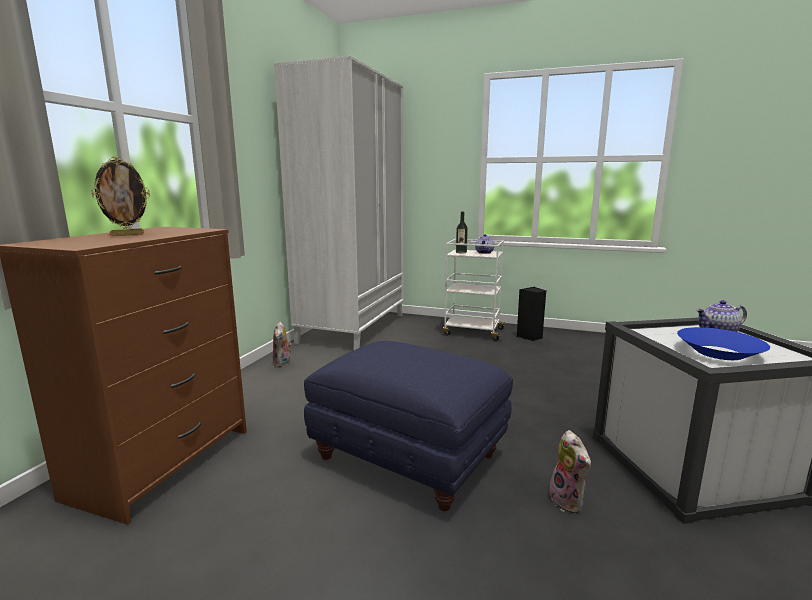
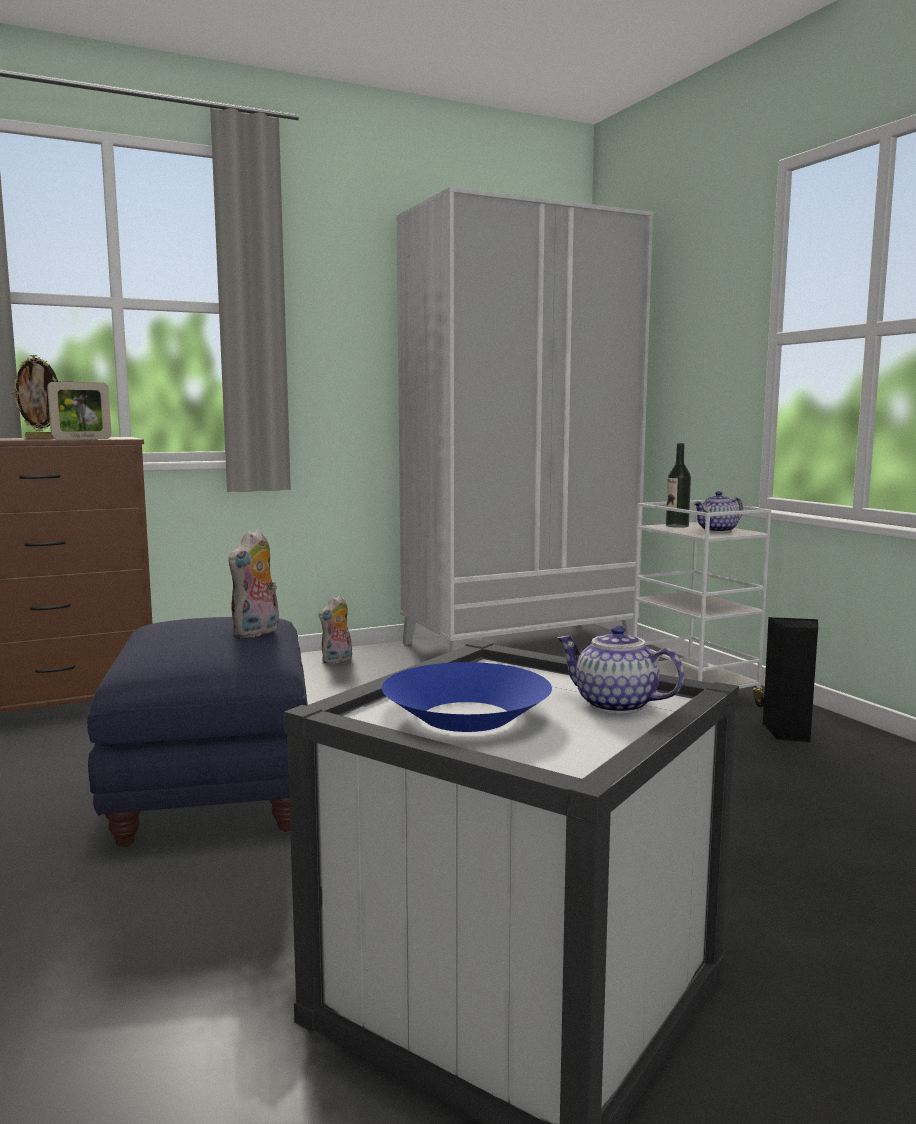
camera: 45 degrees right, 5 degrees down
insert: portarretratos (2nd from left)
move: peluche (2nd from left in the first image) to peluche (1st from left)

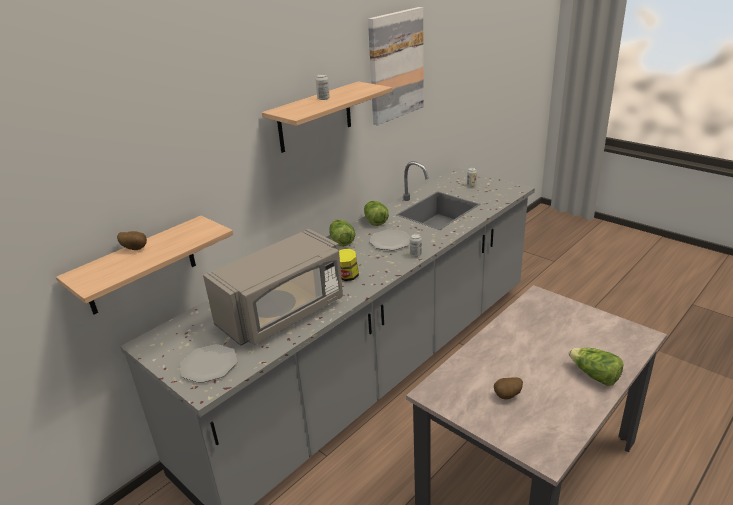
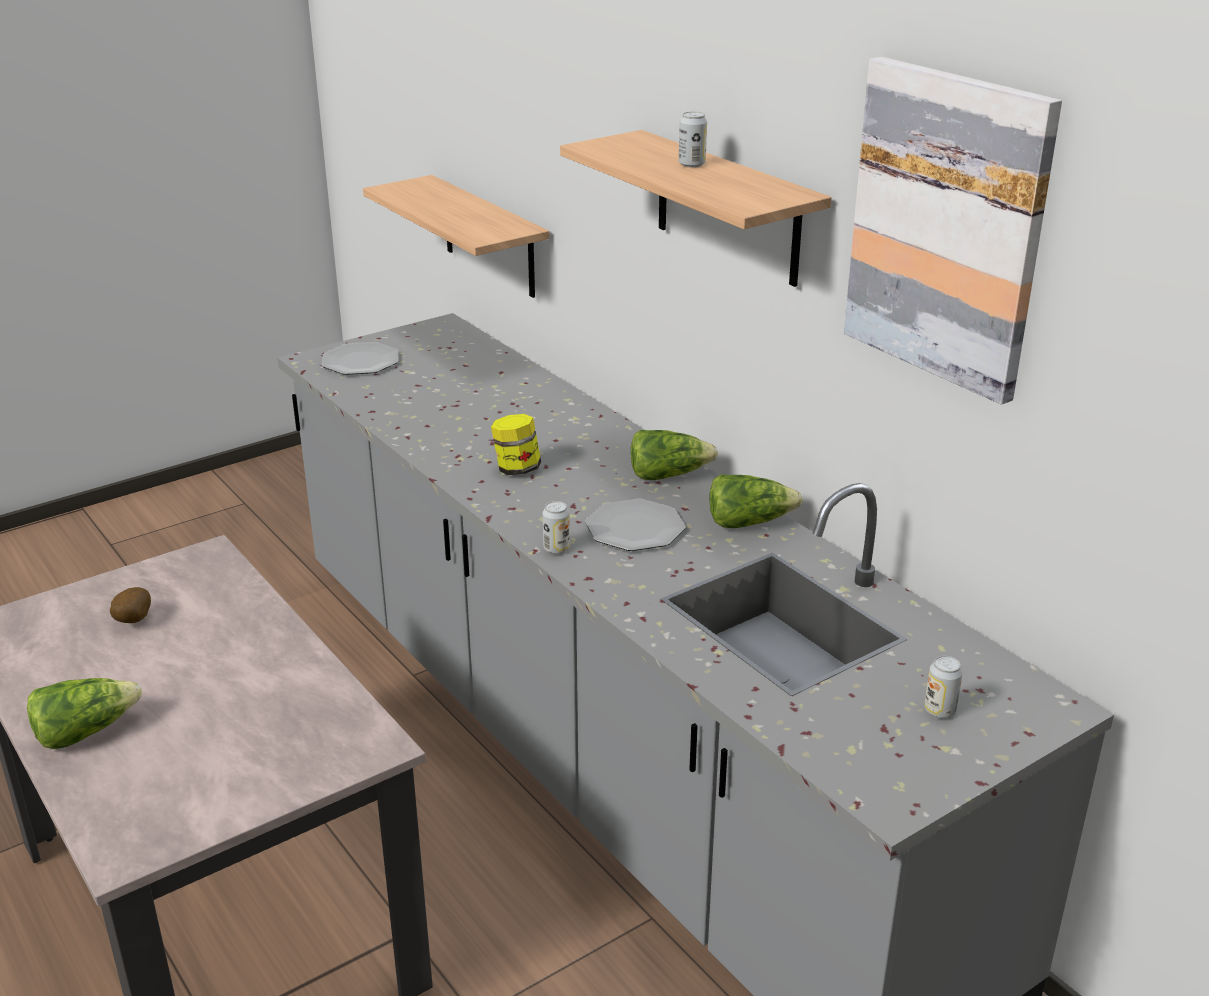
camera: 100 degrees right, 0 degrees up
delete: patata (1st from left); microondas (gris)

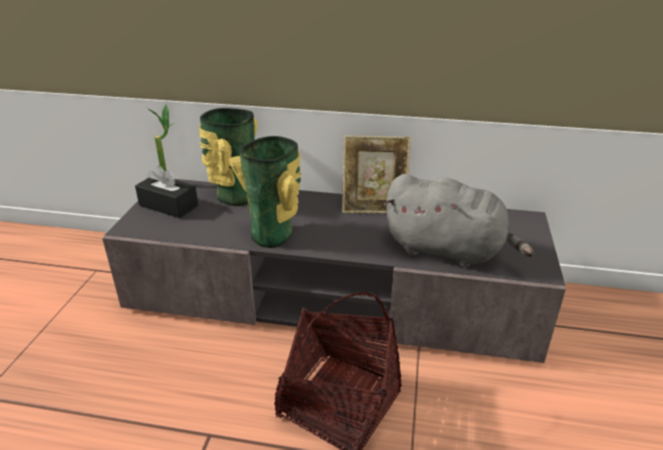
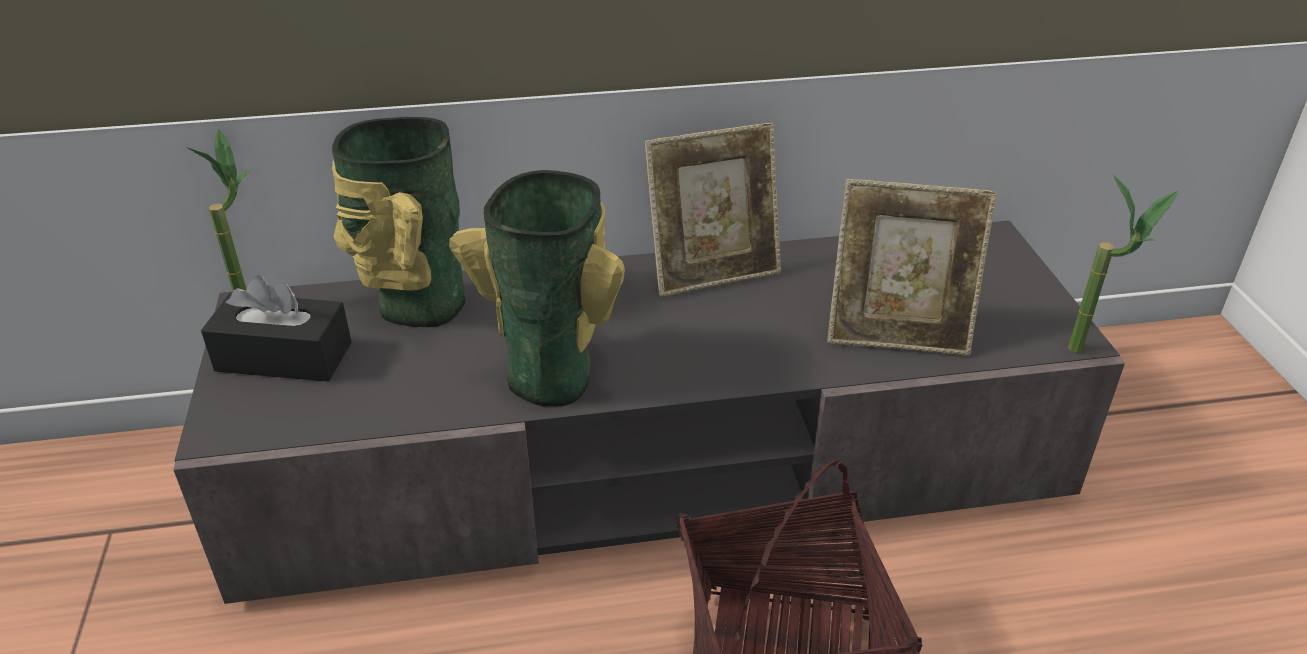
camera: 20 degrees left, 5 degrees up
insert: planta en maceta (2nd from left)
replace: peluche (gris) to portarretratos (2nd from left)

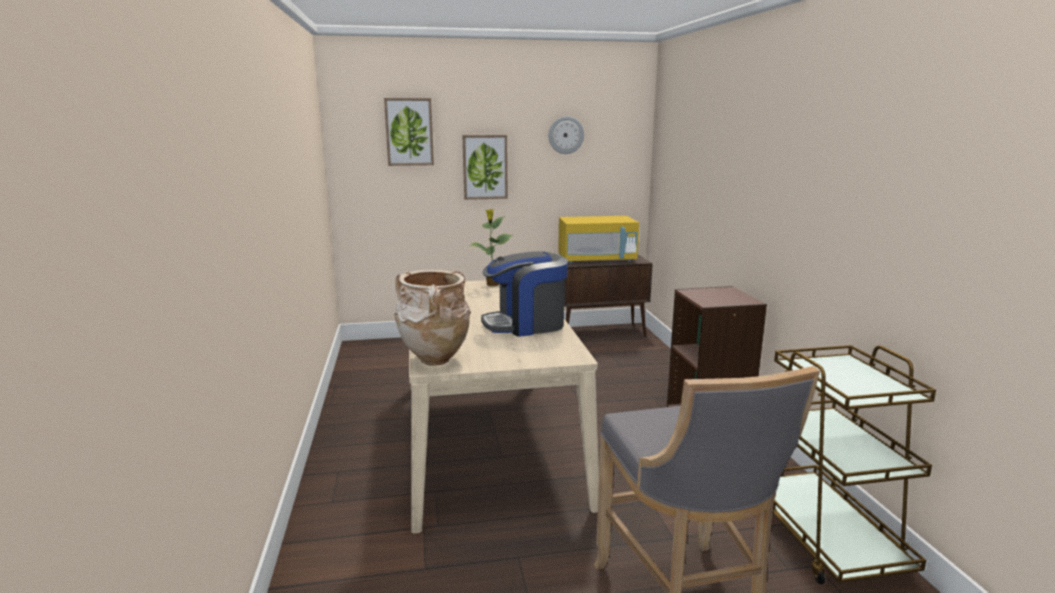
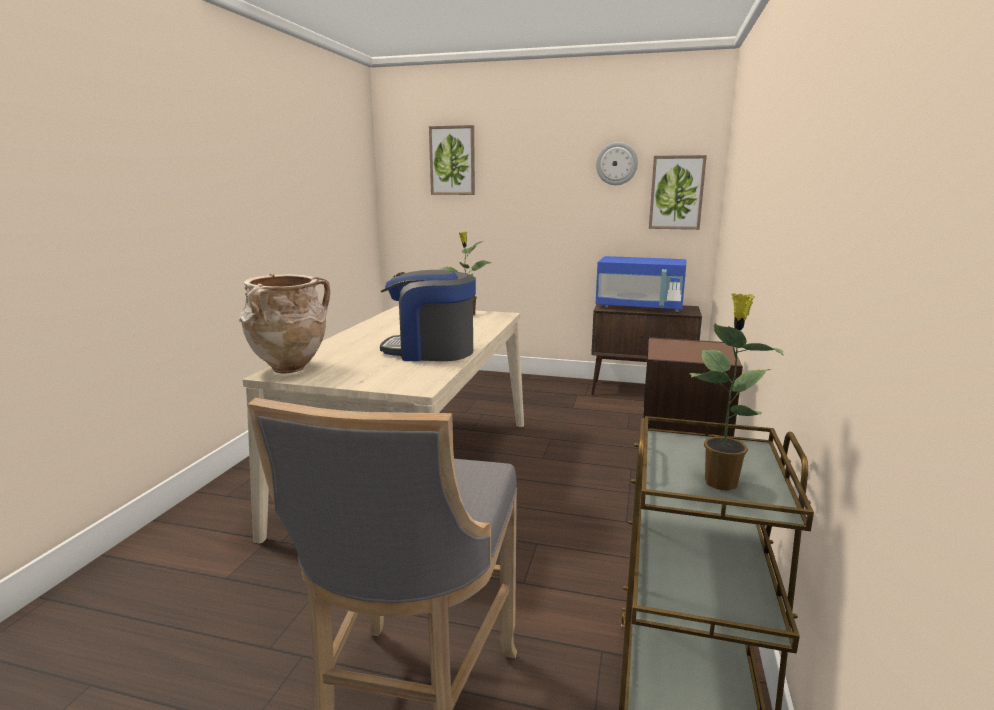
camera: 25 degrees right, 0 degrees up
insert: planta en maceta (2nd from left)
move: cuadro (2nd from left)
recolor: microondas (amarillo) to microondas (azul)

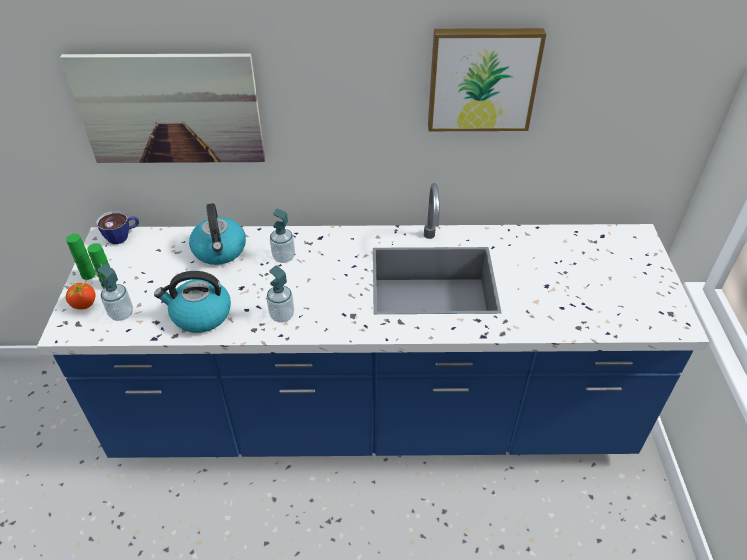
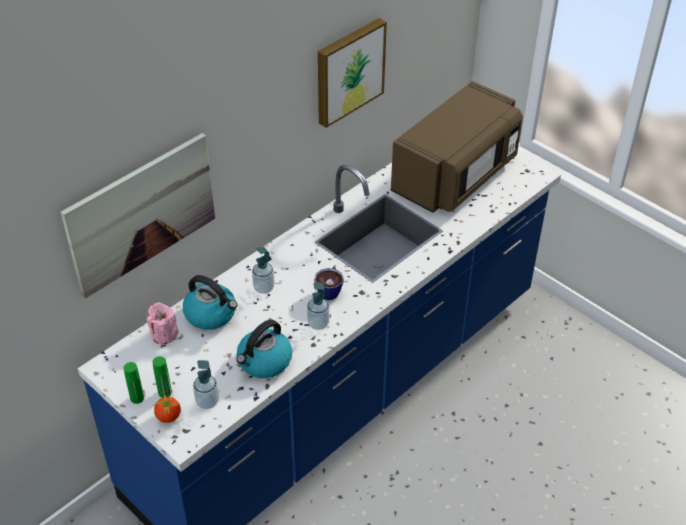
camera: 45 degrees left, 0 degrees up
insert: vela (rosa); microondas (marrón)
move: taza

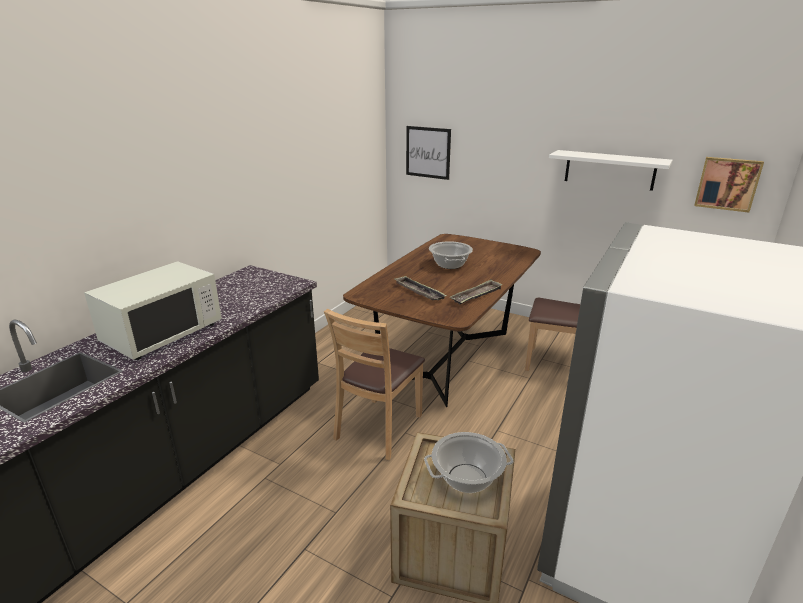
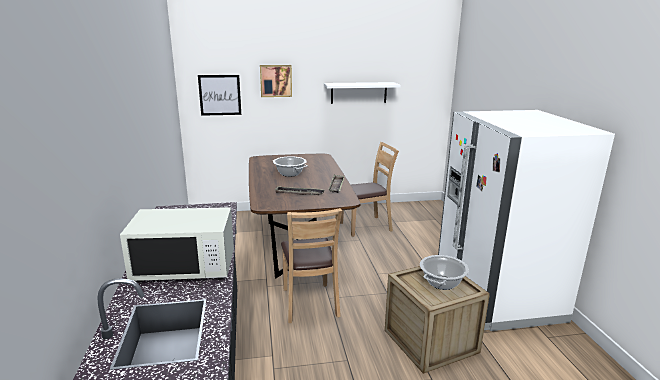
camera: 40 degrees left, 5 degrees down
move: cuadro (2nd from left)
rotate: microondas (blanco) 90 degrees clockwise

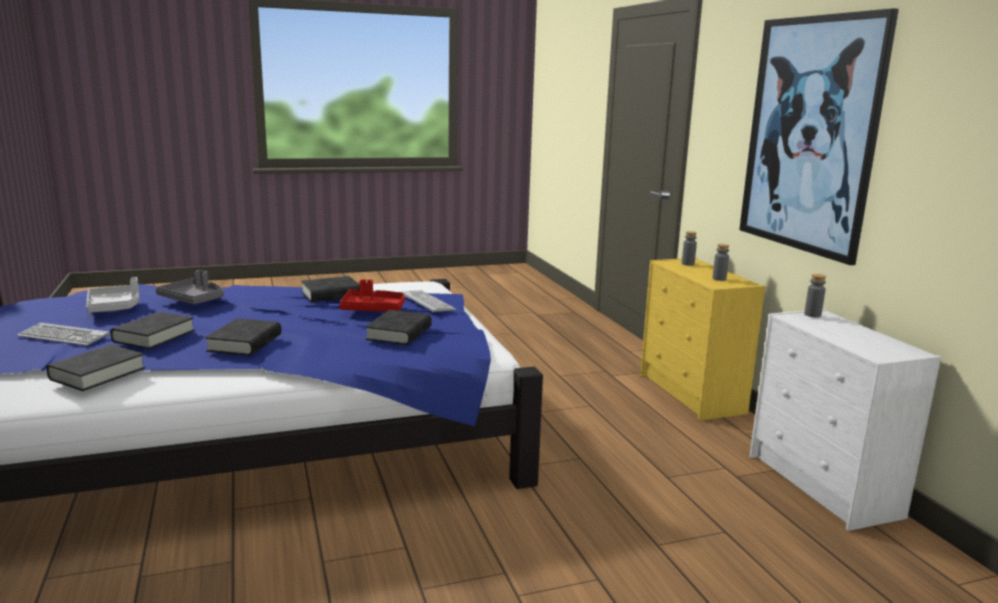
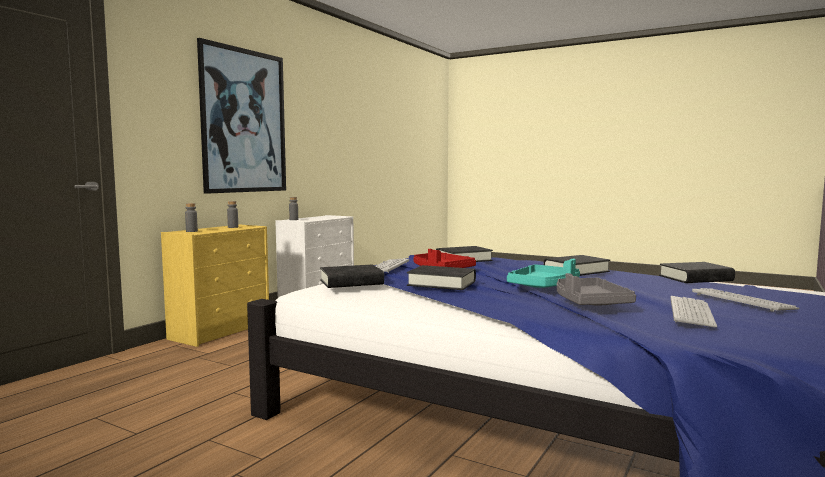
camera: 130 degrees left, 10 degrees down
insert: bandeja (turquesa)
move: libro (negro) (2nd from left in the first image) to libro (negro) (1st from left)
replace: bandeja (gris) (1st from left) to teclado (2nd from left)

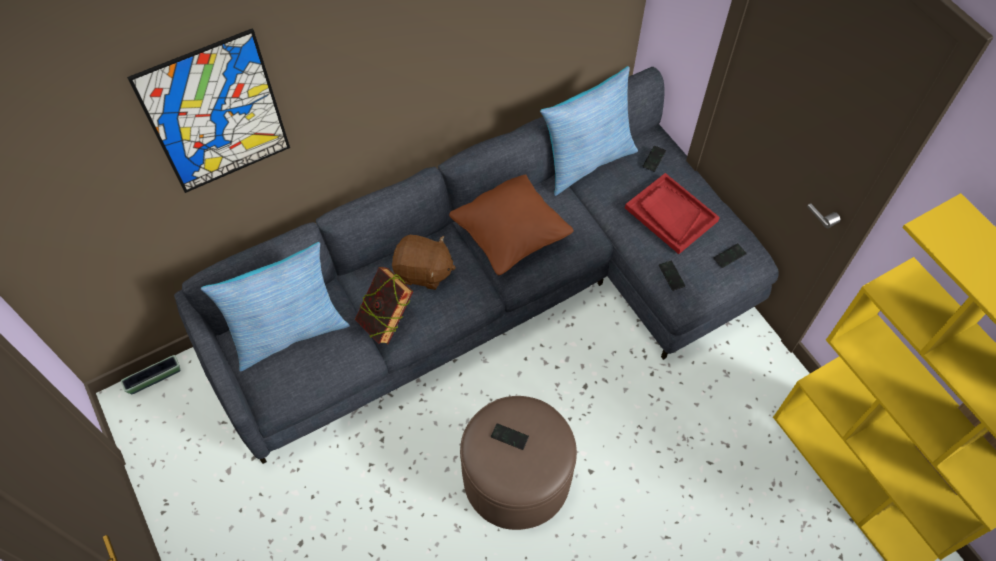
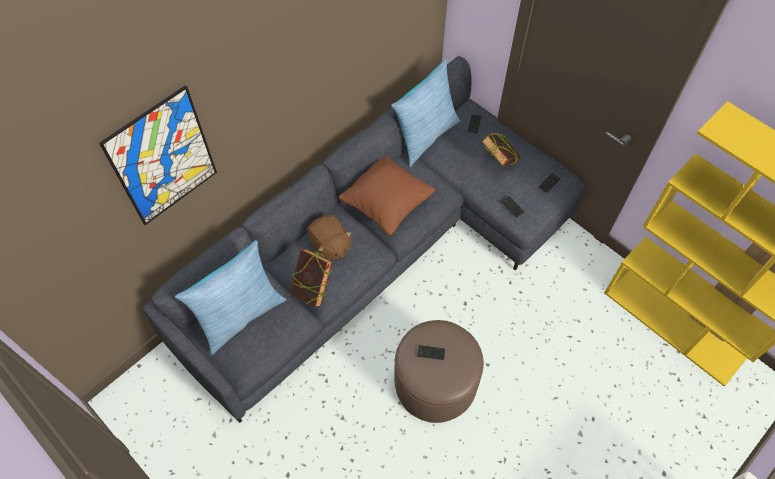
camera: 15 degrees left, 0 degrees up
delete: maceta
replace: bandeja (rojo) to libro (2nd from left)
rotate: peluche (marrón) 60 degrees clockwise

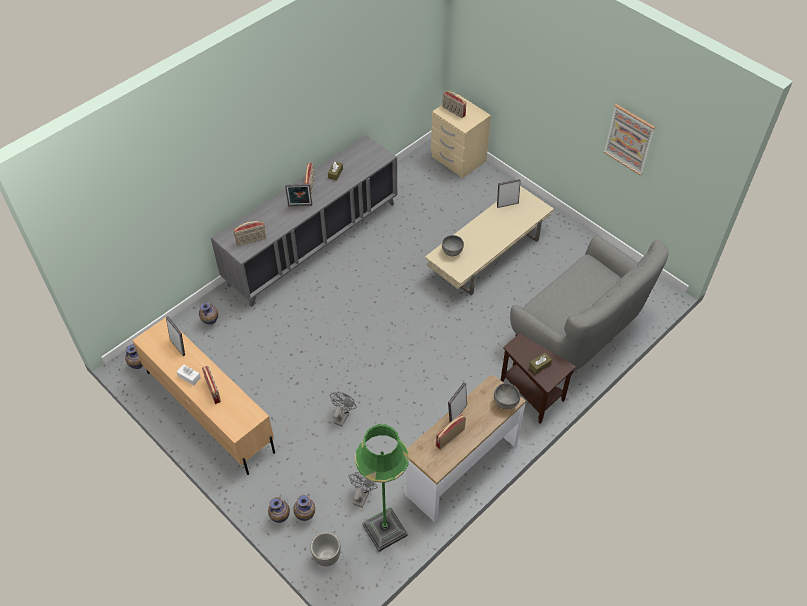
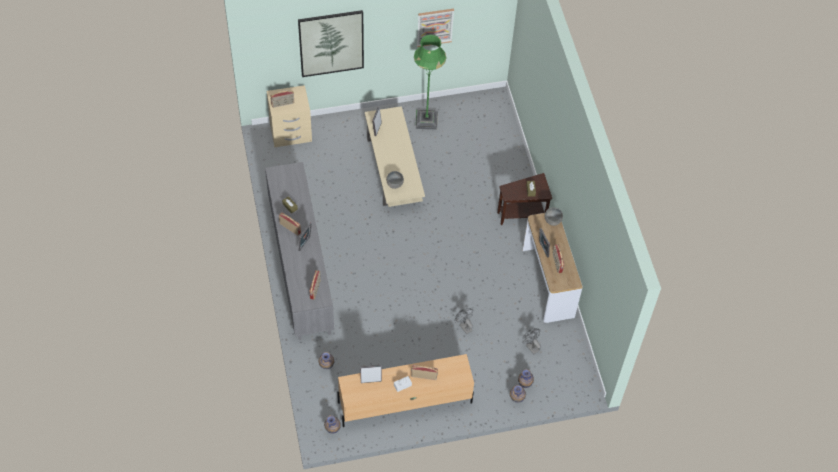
camera: 60 degrees left, 5 degrees up
delete: maceta; sofá (gris)
insert: cuadro (1st from left)
move: lámpara de pie (verde)

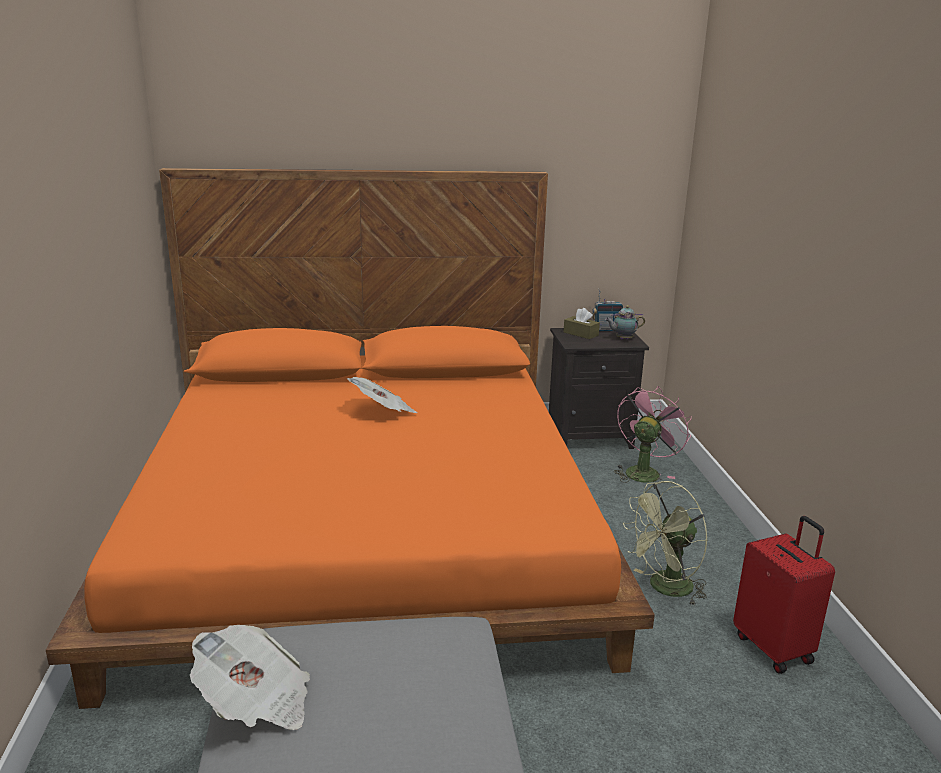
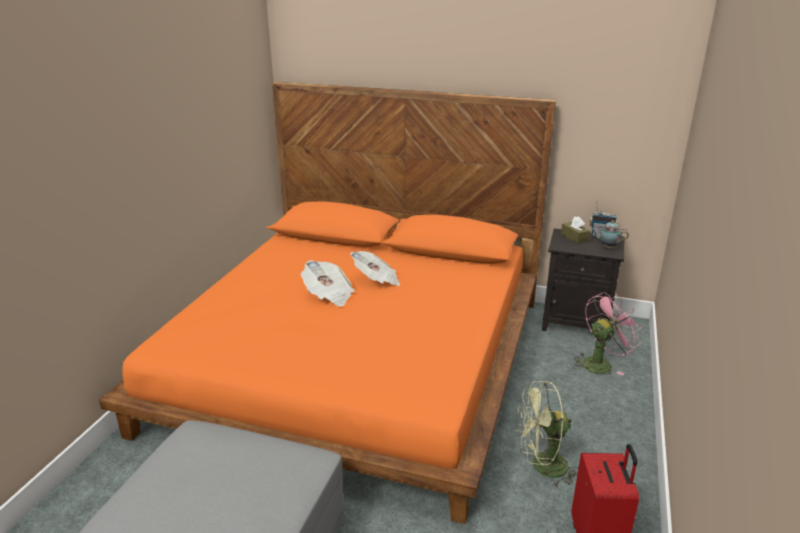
camera: 25 degrees right, 5 degrees up
move: periódico (1st from left)

